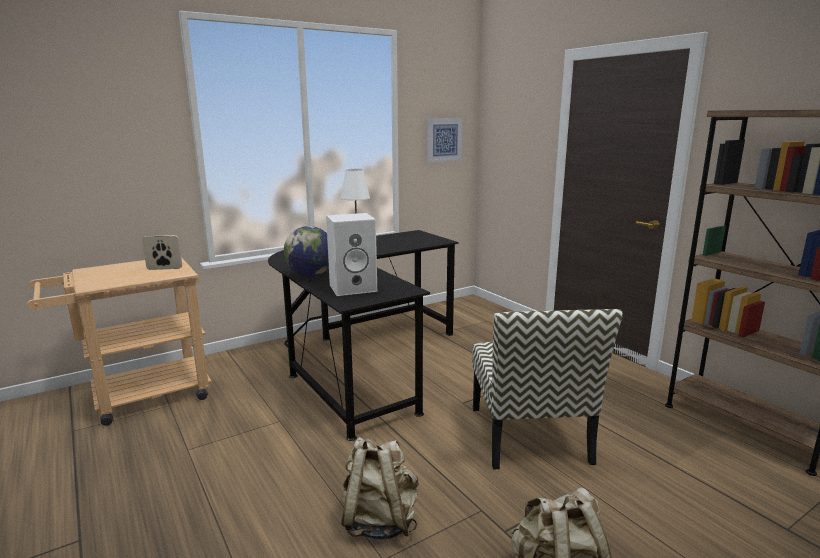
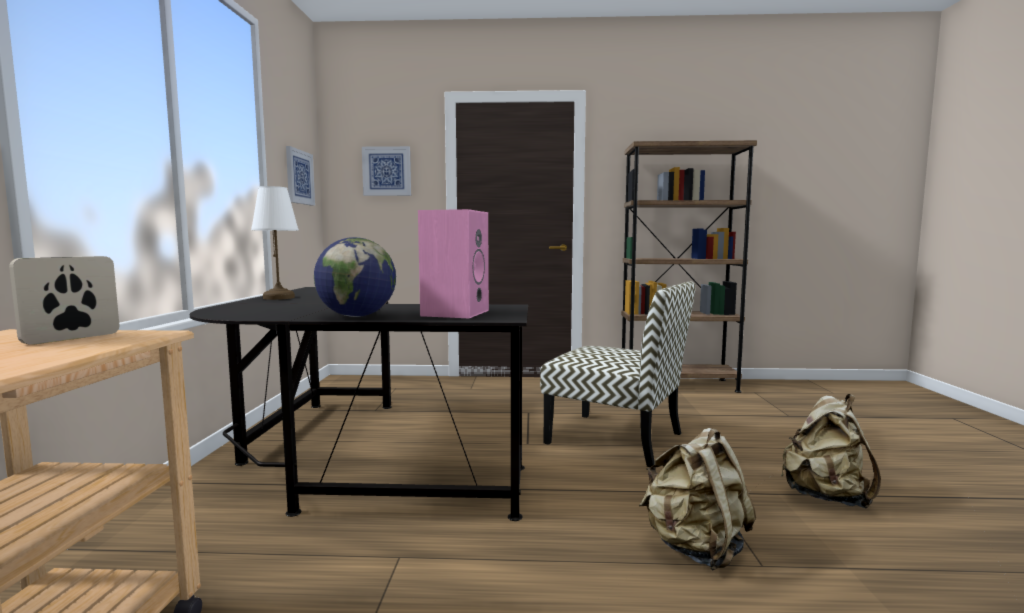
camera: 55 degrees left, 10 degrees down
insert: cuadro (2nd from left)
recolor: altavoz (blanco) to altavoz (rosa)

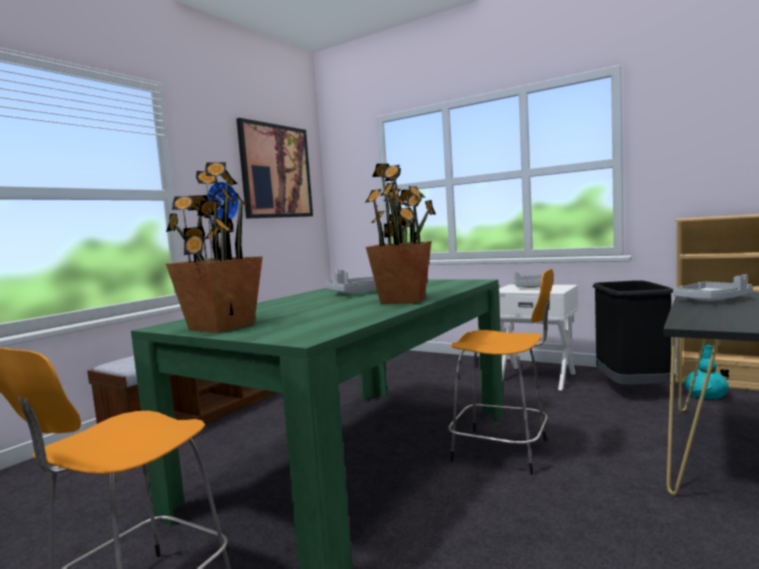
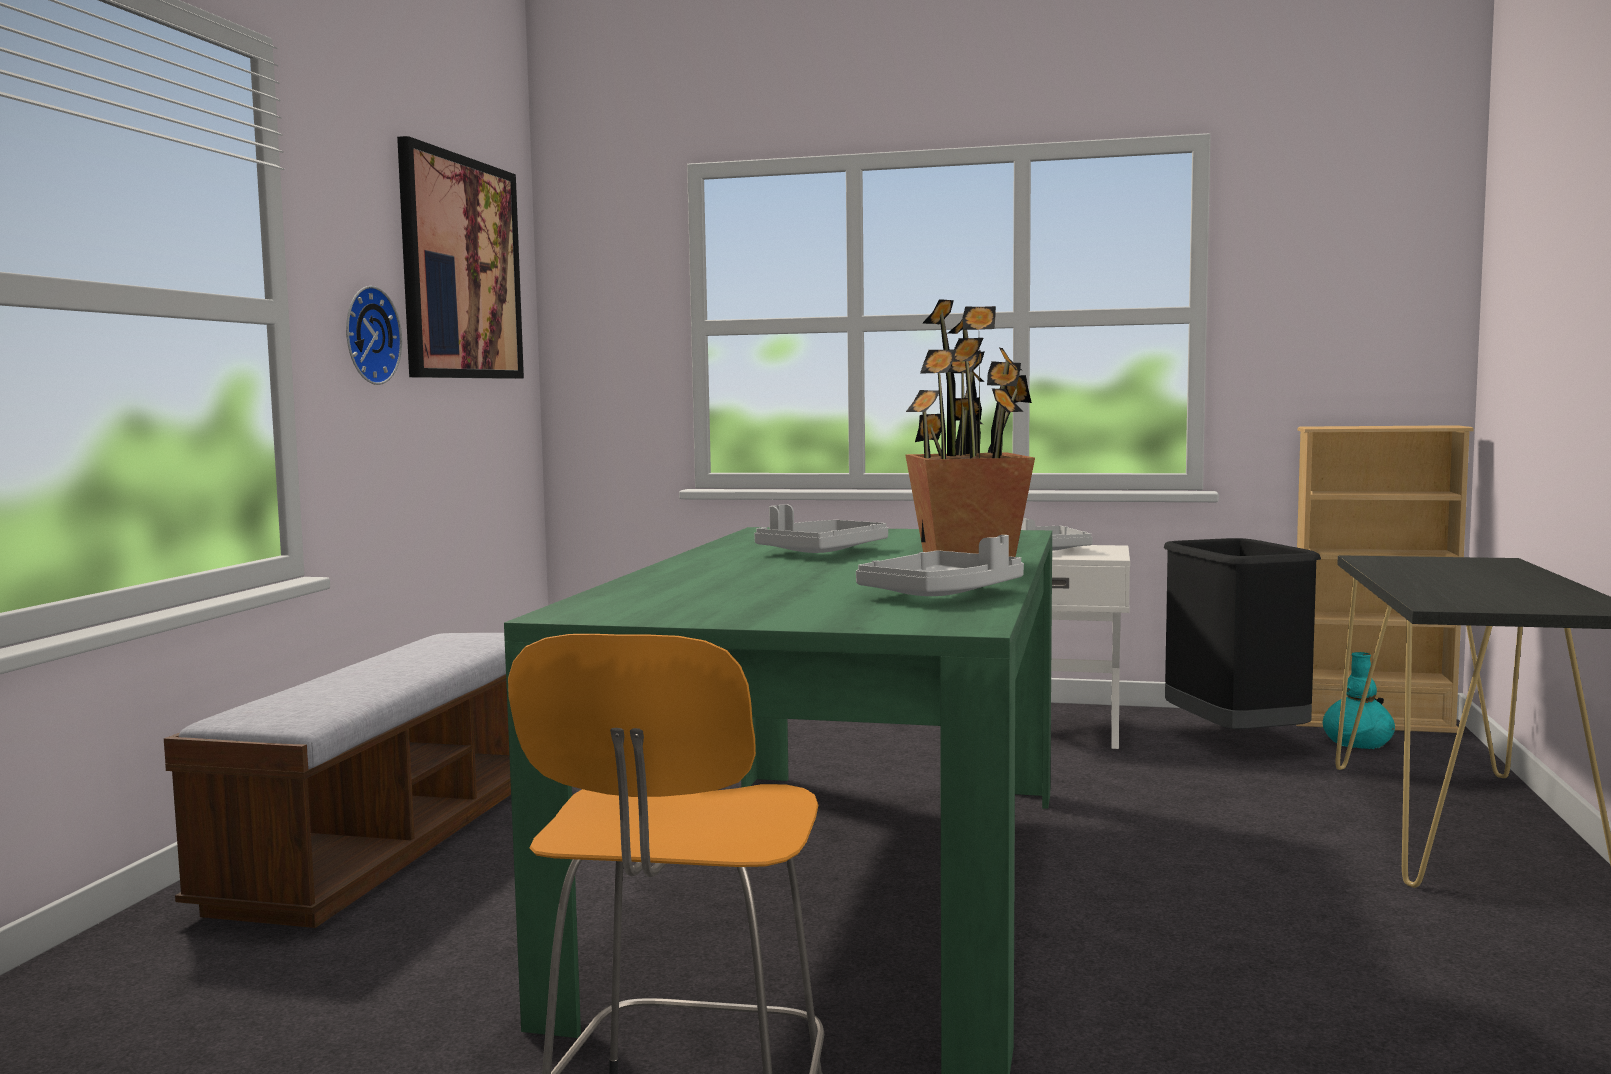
camera: 20 degrees left, 0 degrees up
delete: planta en maceta (1st from left); taburete (naranja) (2nd from left)
move: bandeja (gris) (3rd from left in the first image) to bandeja (gris) (2nd from left)

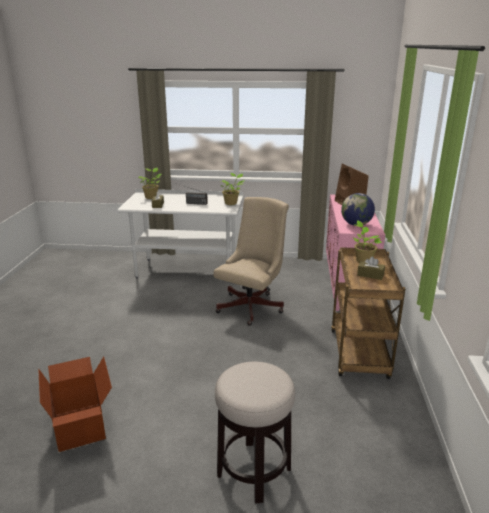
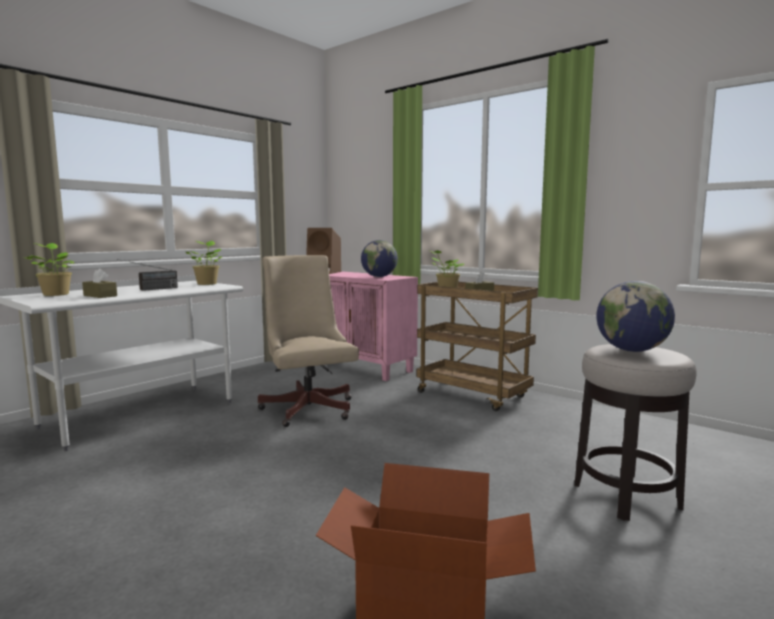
camera: 55 degrees left, 15 degrees down
insert: globo terráqueo (2nd from left)

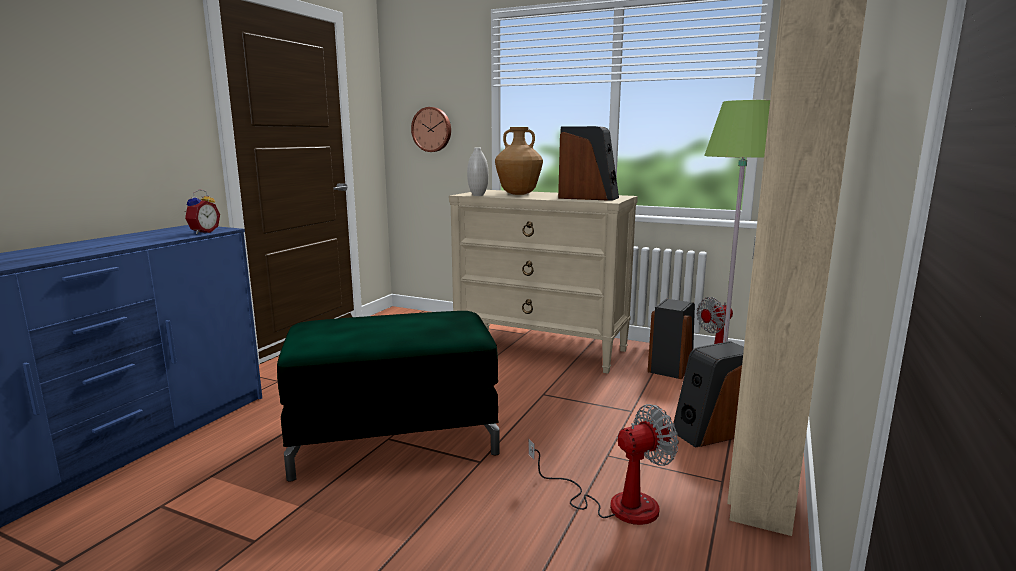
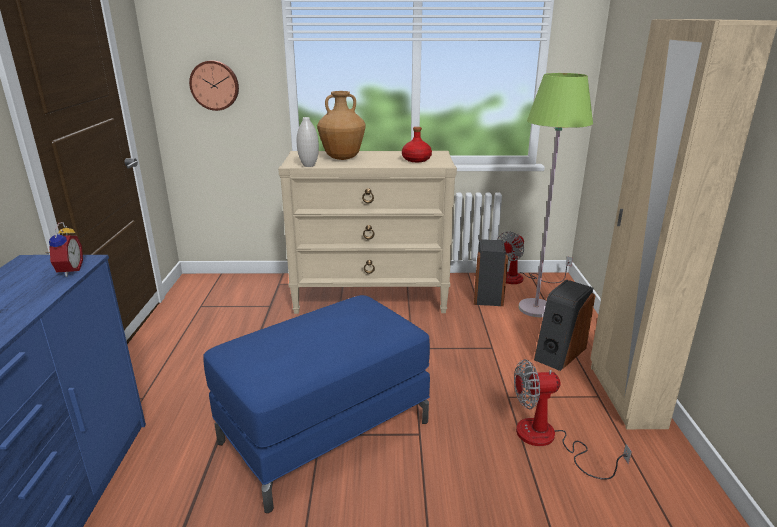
camera: 25 degrees left, 10 degrees up
replace: altavoz (1st from left) to botella (rojo)
recolor: puf (verde) to puf (azul)
rotate: ventilador (1st from left in the first image) 135 degrees counterclockwise

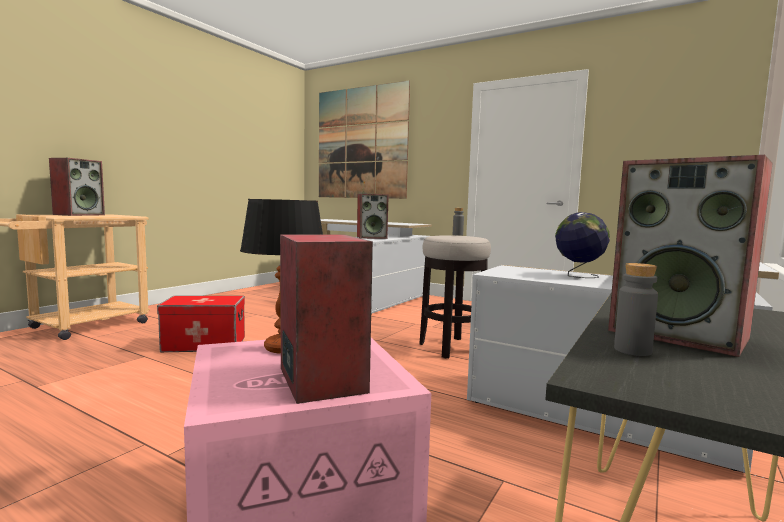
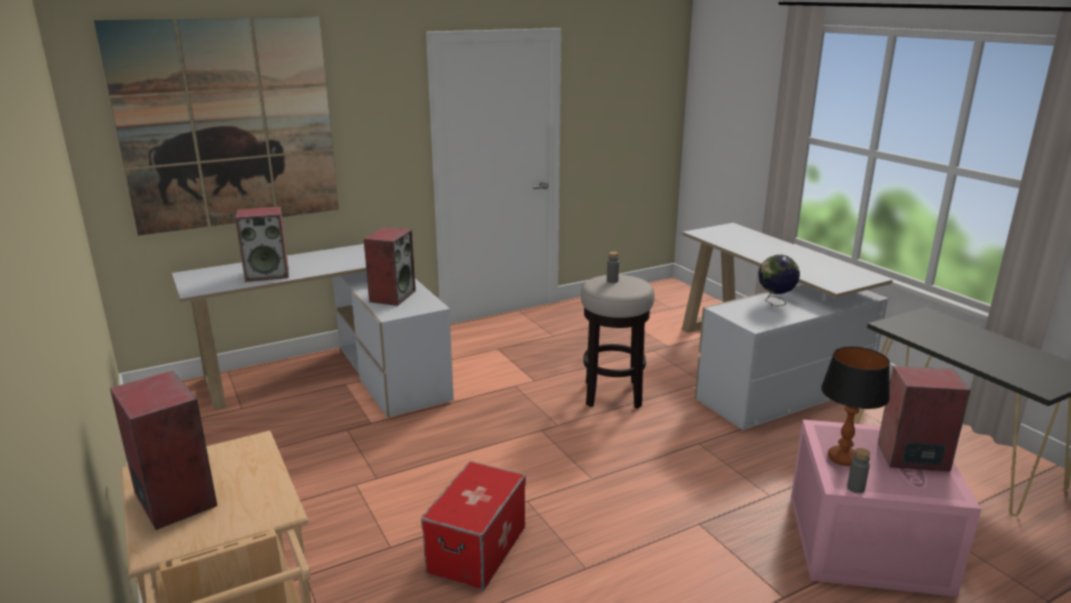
camera: 60 degrees left, 15 degrees up
move: altavoz (4th from left in the first image) to altavoz (2nd from left); botella (gris) (2nd from left)

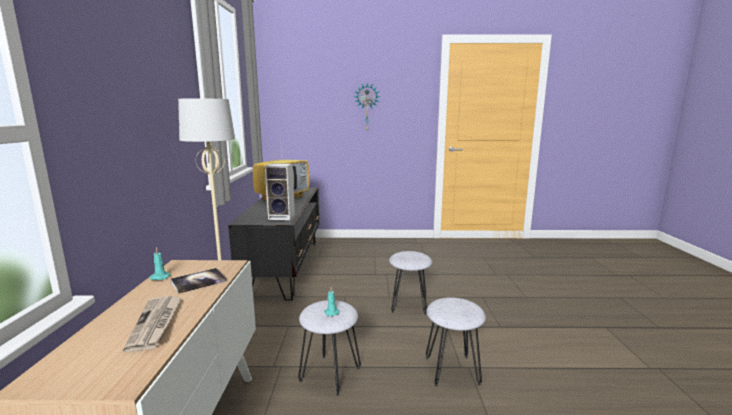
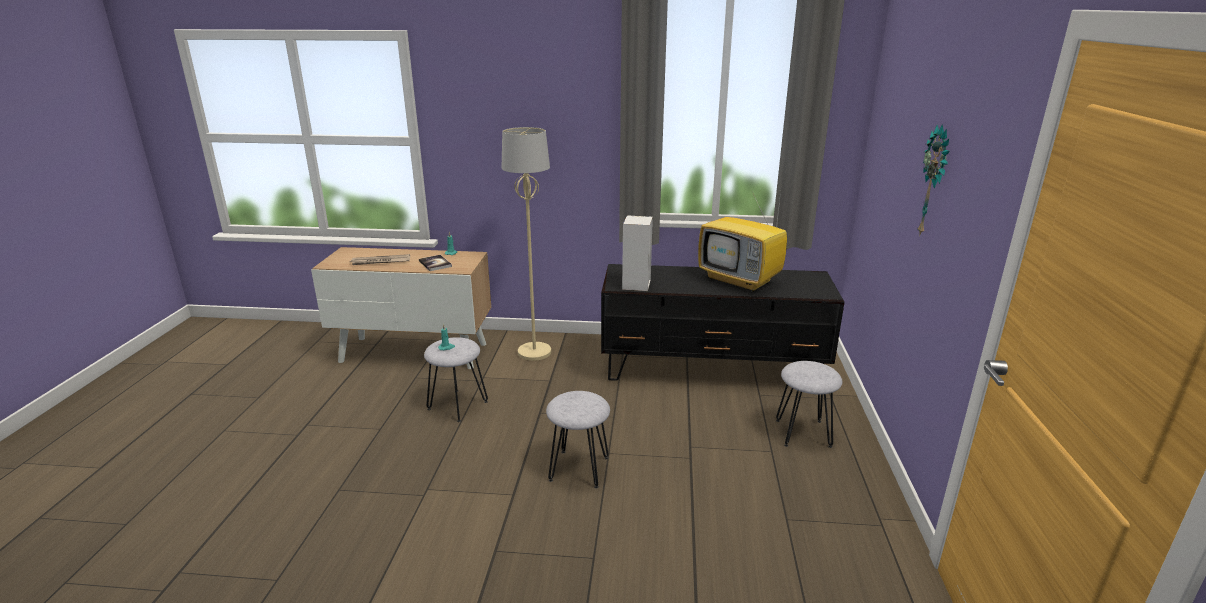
camera: 95 degrees right, 10 degrees up
move: taburete (gris) (3rd from left)

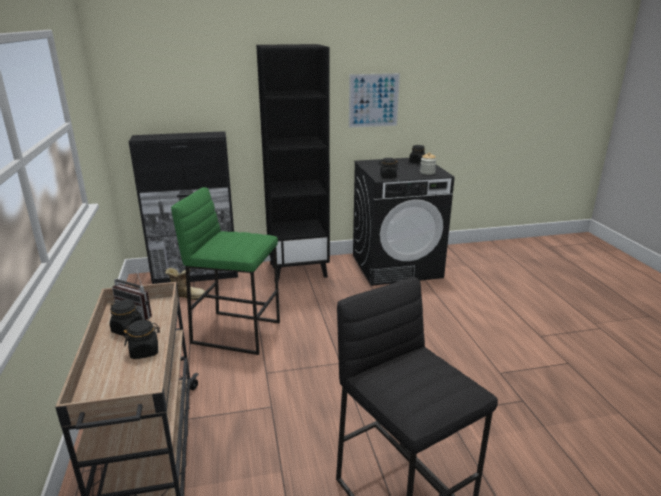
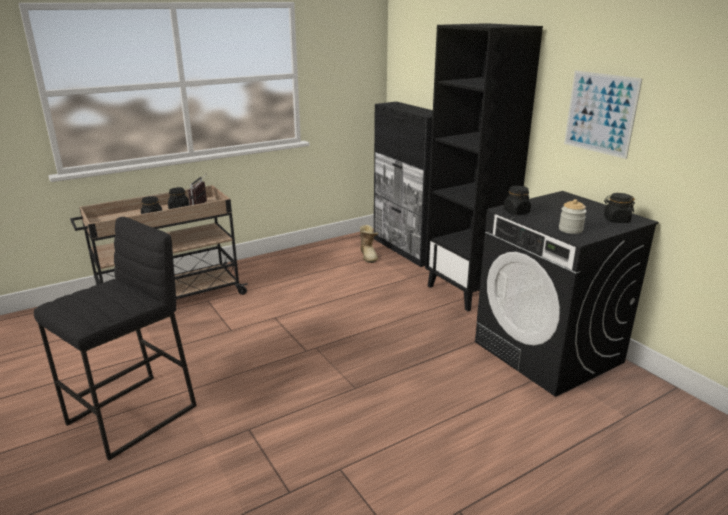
camera: 70 degrees right, 0 degrees up
delete: taburete (verde)

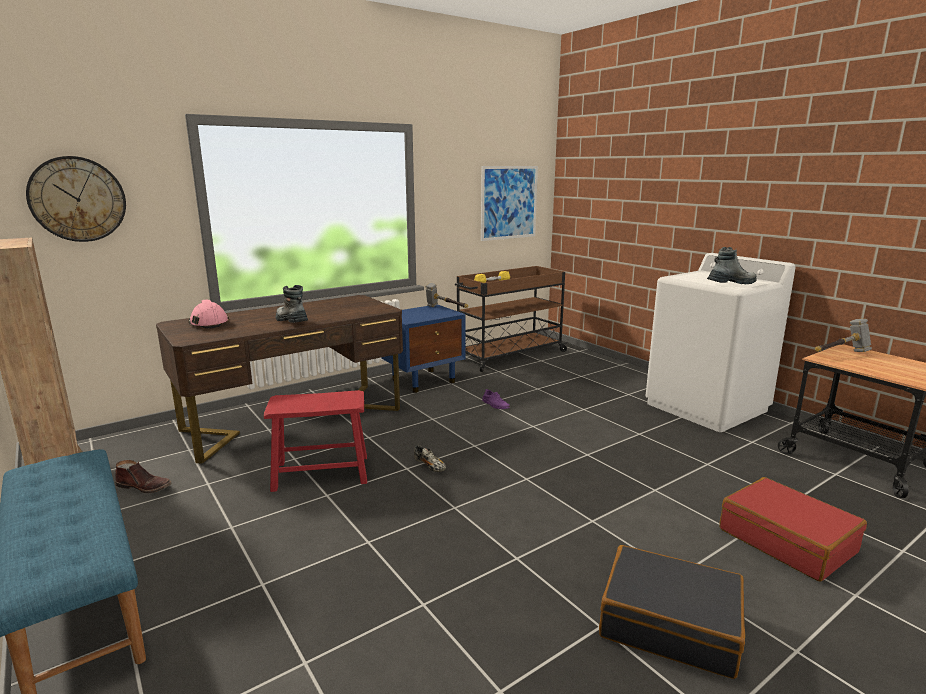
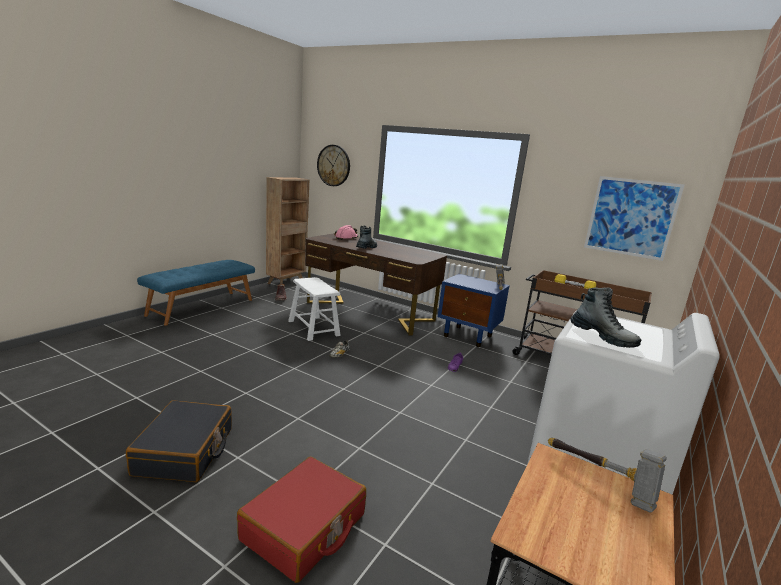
camera: 65 degrees right, 0 degrees up
recolor: taburete (rojo) to taburete (blanco)

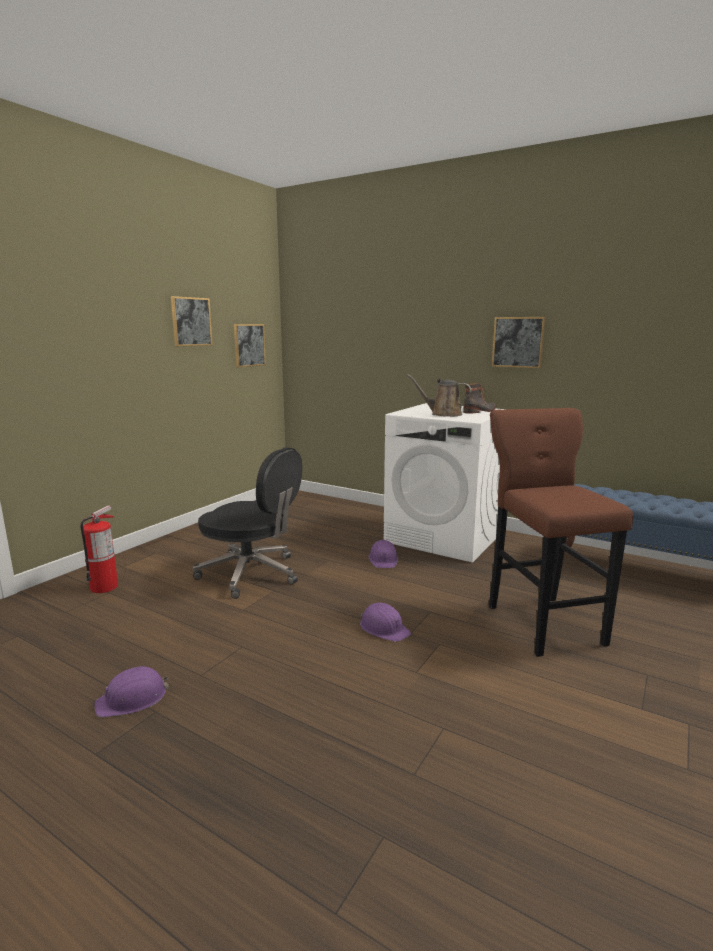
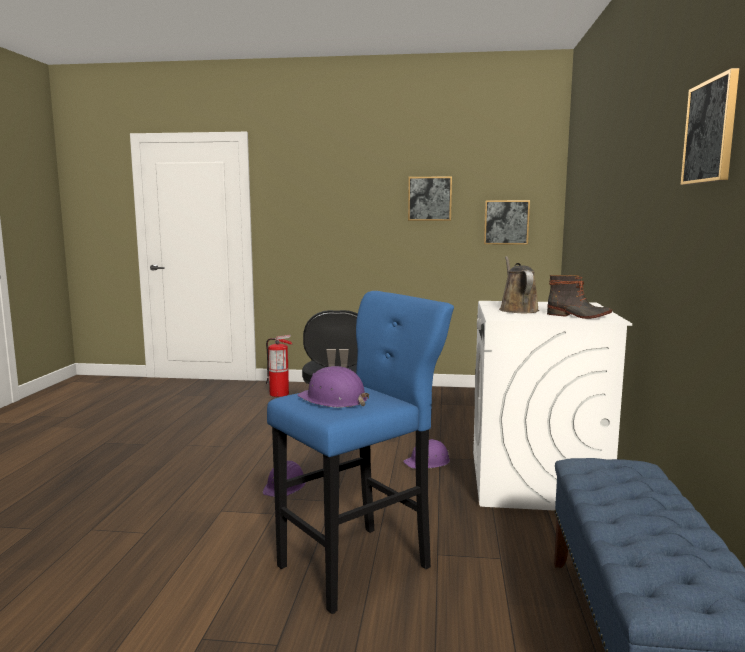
camera: 65 degrees right, 5 degrees down
move: casco (morado) (1st from left in the first image) to casco (morado) (2nd from left); cuadro (3rd from left)
recolor: taburete (marrón) to taburete (azul)

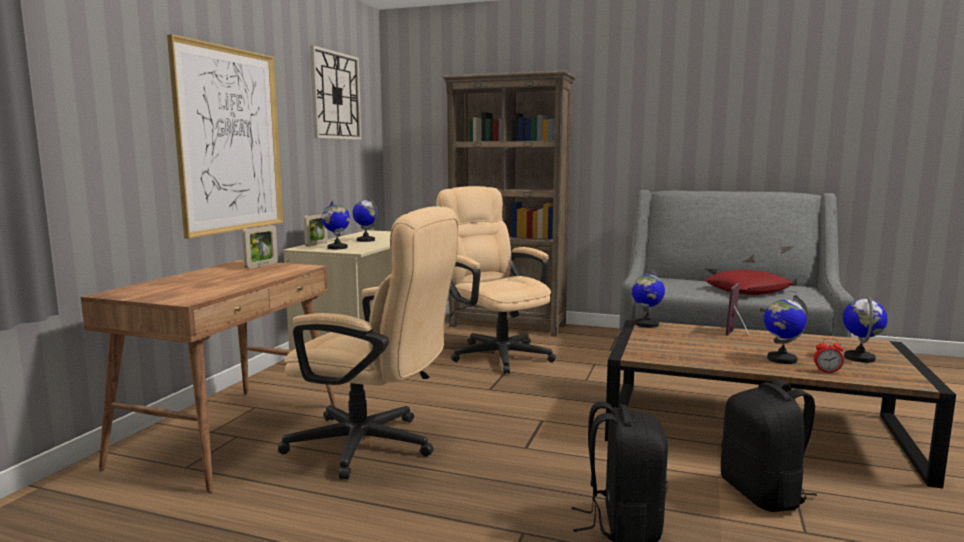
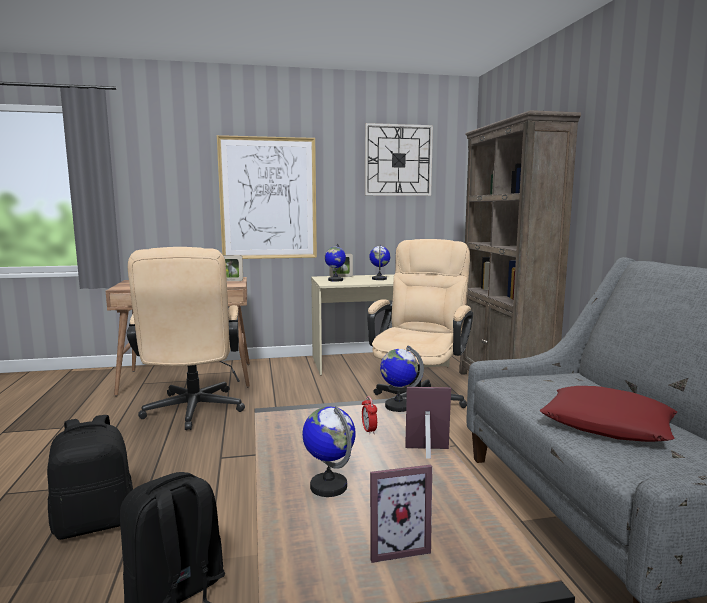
camera: 60 degrees right, 0 degrees up
move: despertador
replace: globo terráqueo (5th from left) to portarretratos (3rd from left)

